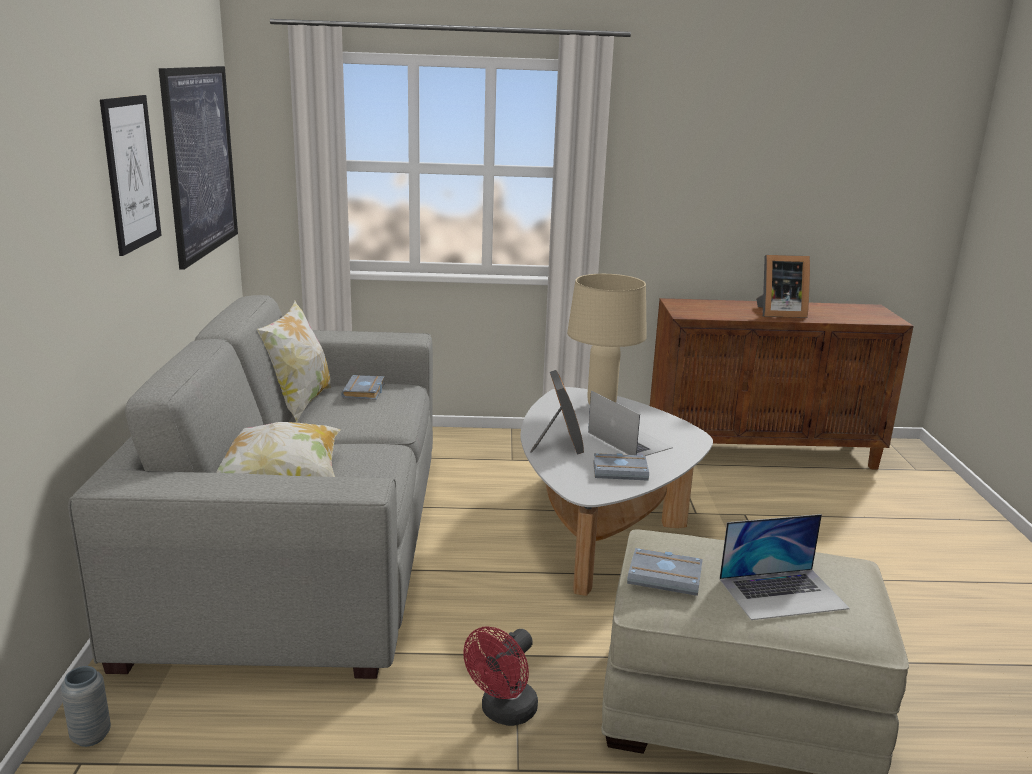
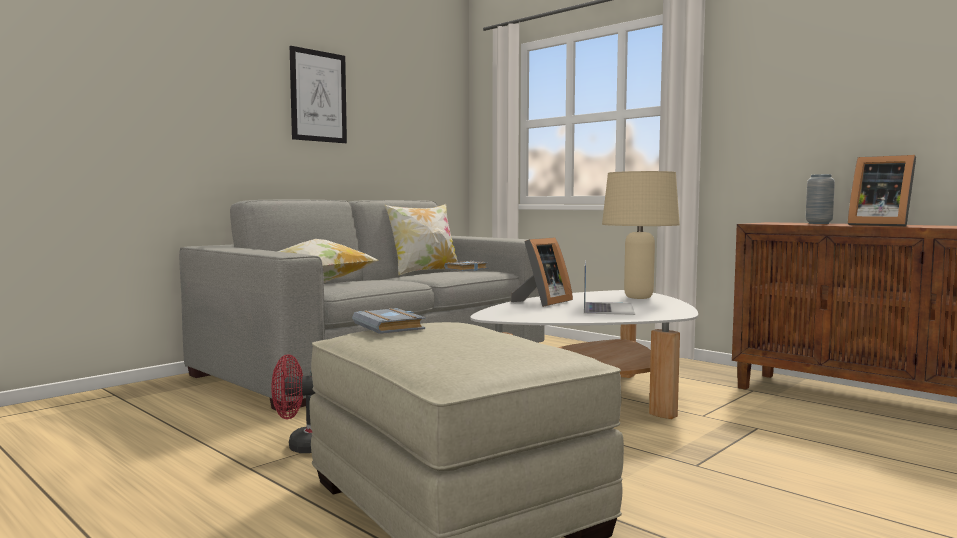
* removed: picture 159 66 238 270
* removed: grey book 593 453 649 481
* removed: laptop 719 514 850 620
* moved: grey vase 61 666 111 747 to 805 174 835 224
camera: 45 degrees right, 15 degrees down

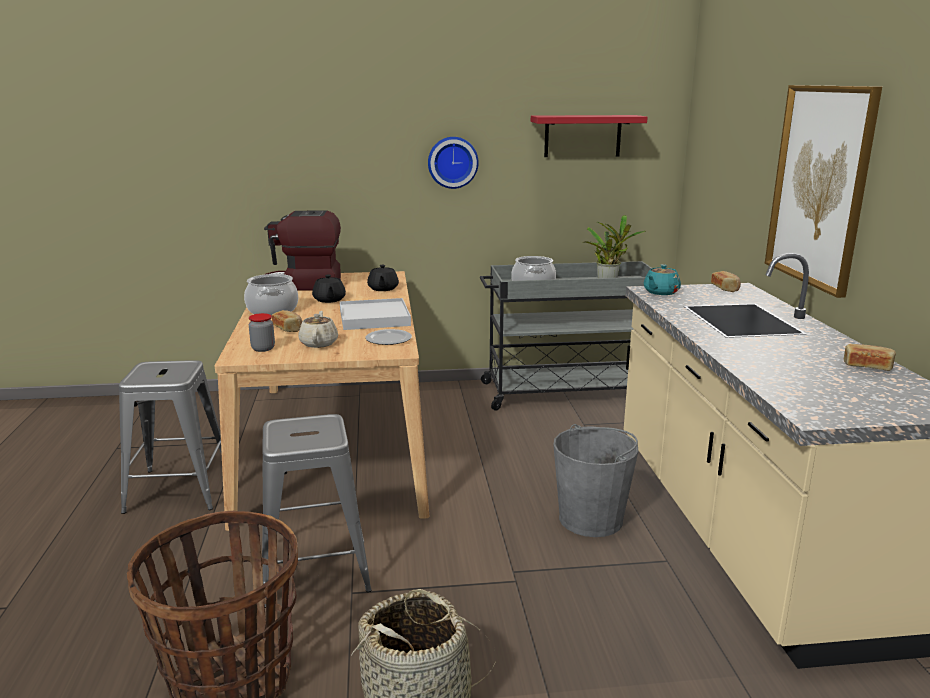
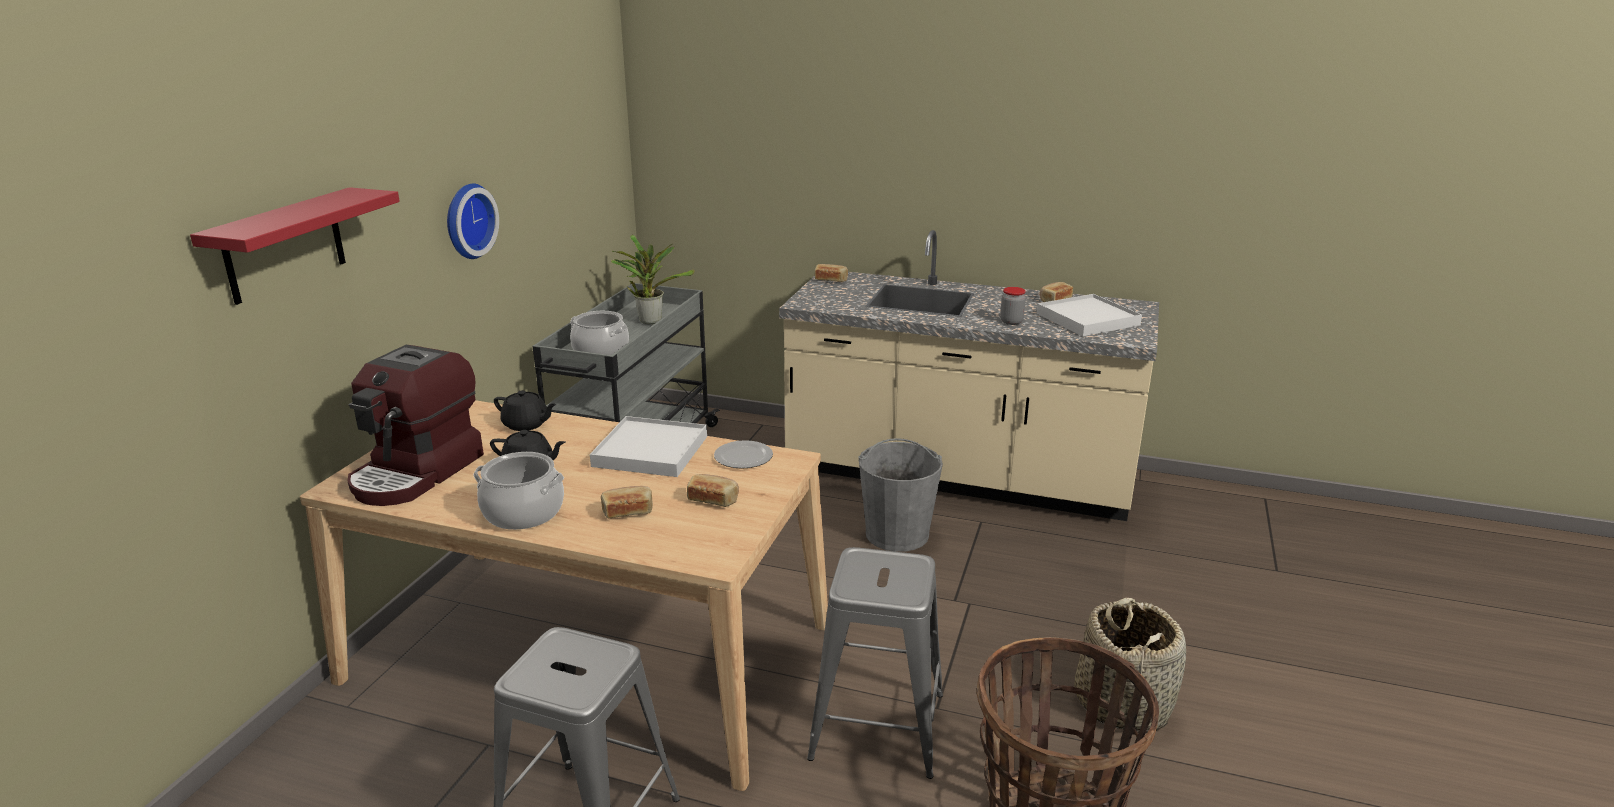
* removed: picture 765 85 882 298
* moved: red shelf 531 115 648 157 to 190 187 400 305
* removed: turquoise teapot 644 264 681 295
* replaced: beige teapot 298 311 338 348 to bread 687 474 739 507
* moved: jar 249 313 275 352 to 1000 287 1026 325
* added: white tray 1037 294 1142 336
camera: 65 degrees left, 5 degrees up

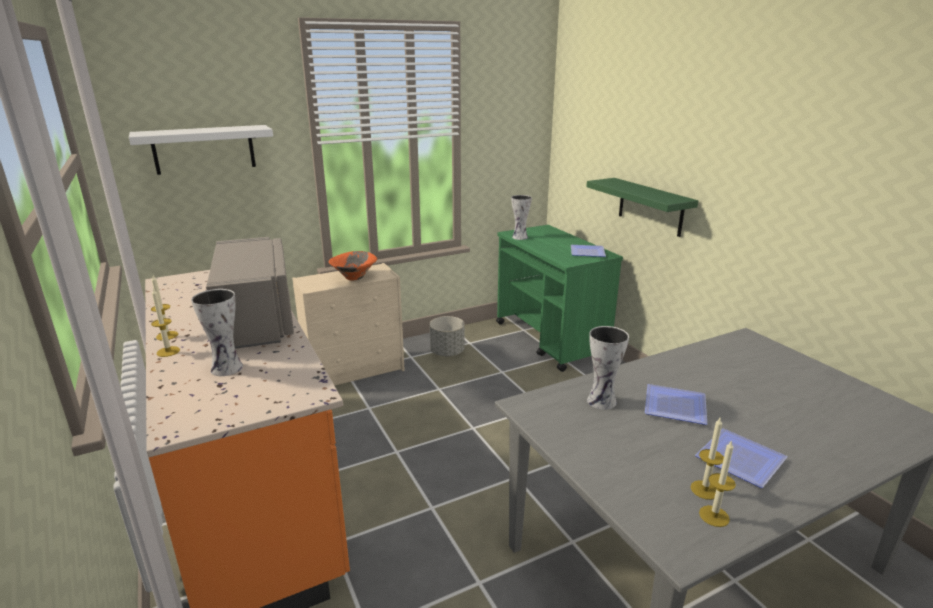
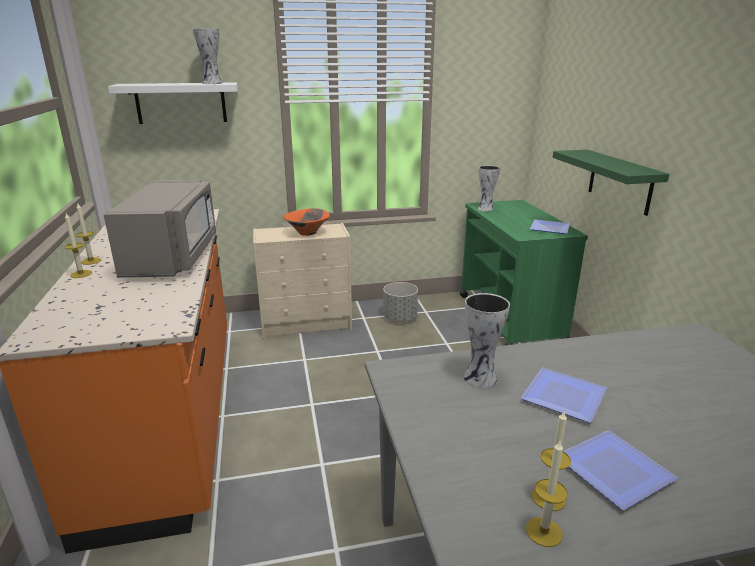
* moved: vase 191 289 243 376 to 193 29 222 84
camera: 15 degrees right, 0 degrees up

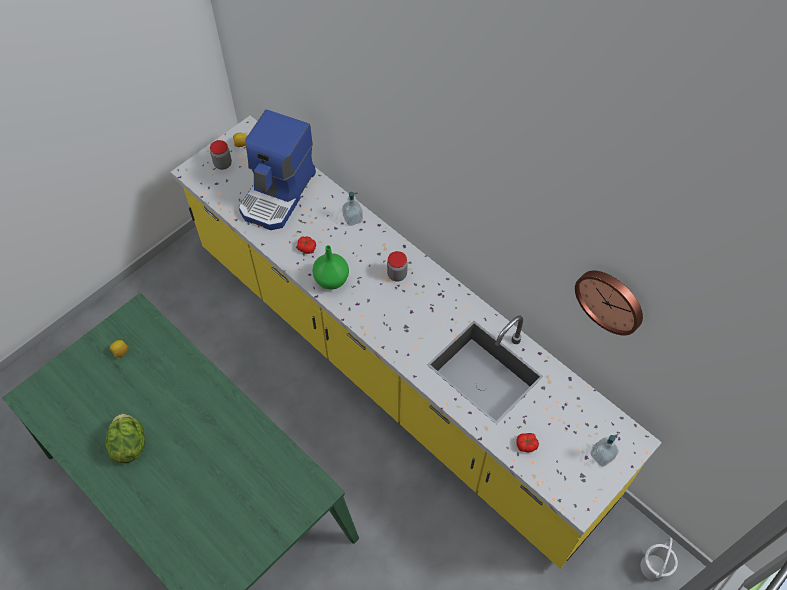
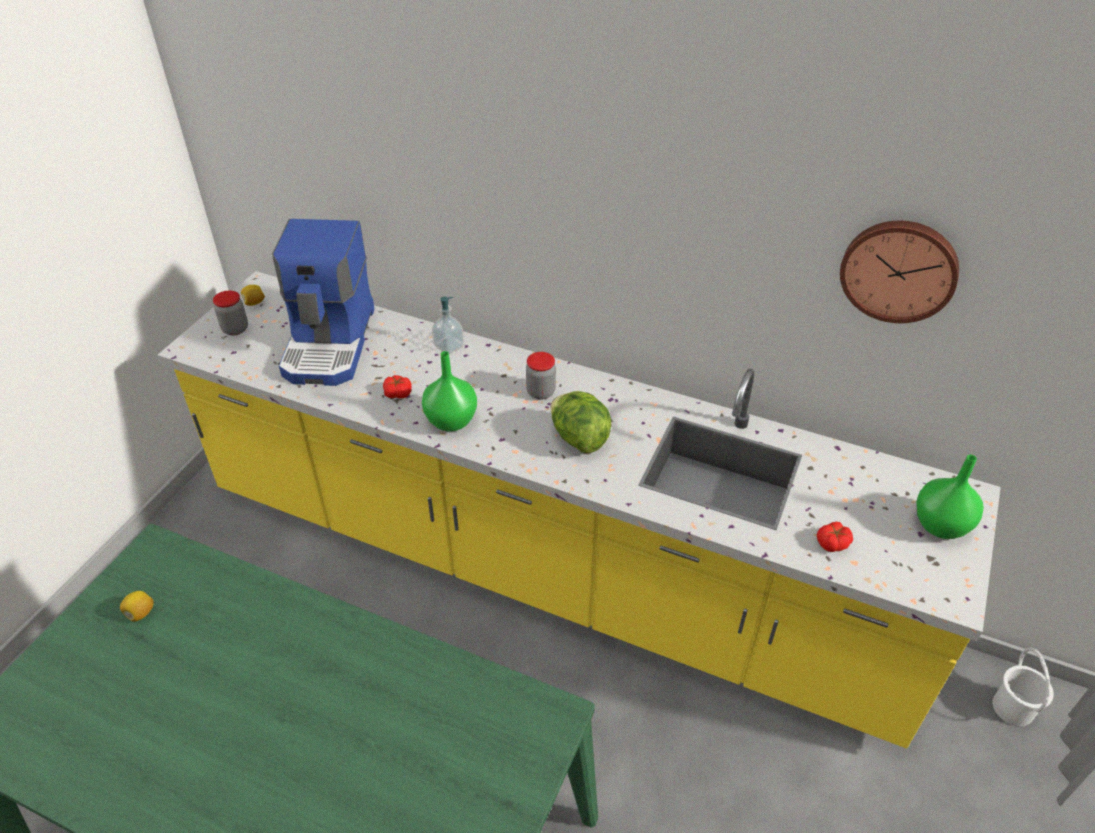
* moved: lettuce 105 414 145 463 to 550 391 612 453
* replaced: soap dispenser 590 434 619 467 to green vase 916 455 984 539
camera: 20 degrees left, 15 degrees down

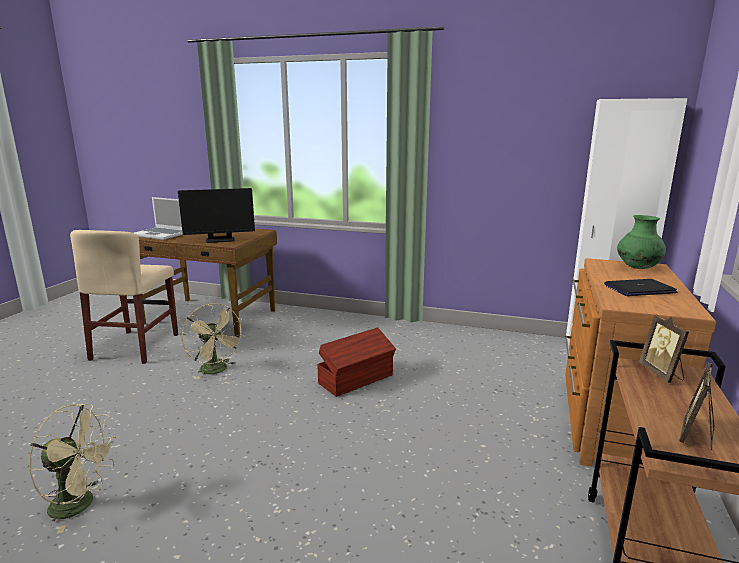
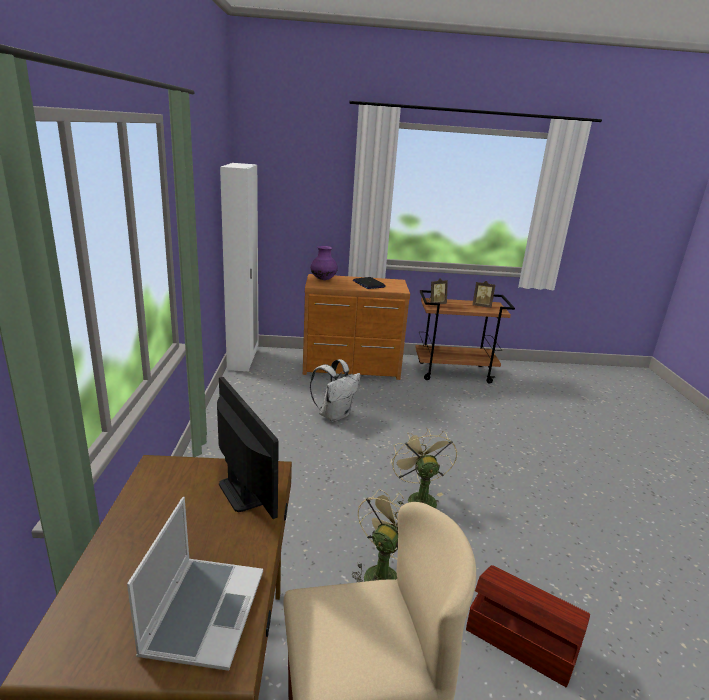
* recoloured: green vase 617 215 666 269 to purple vase 311 246 338 280
* moved: brown storage box 317 327 396 397 to 466 565 590 687
* moved: beige fan 29 404 117 533 to 391 427 457 508
* added: white backpack 310 359 361 422
camera: 110 degrees left, 5 degrees up

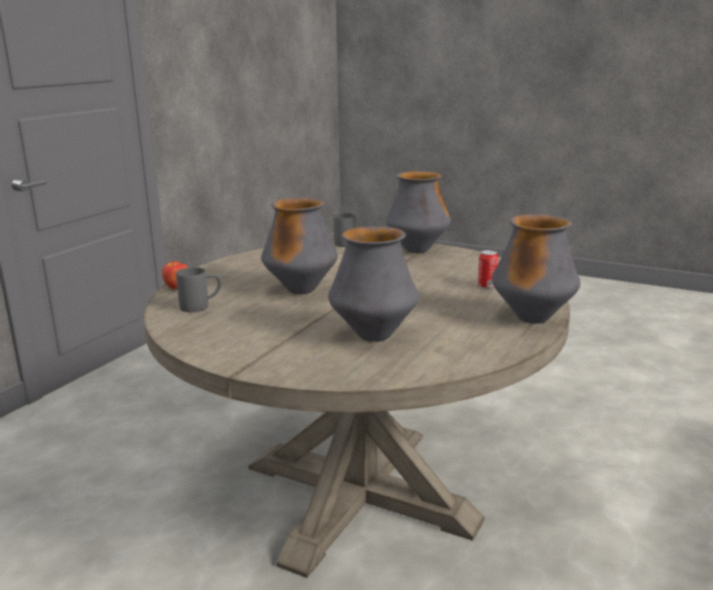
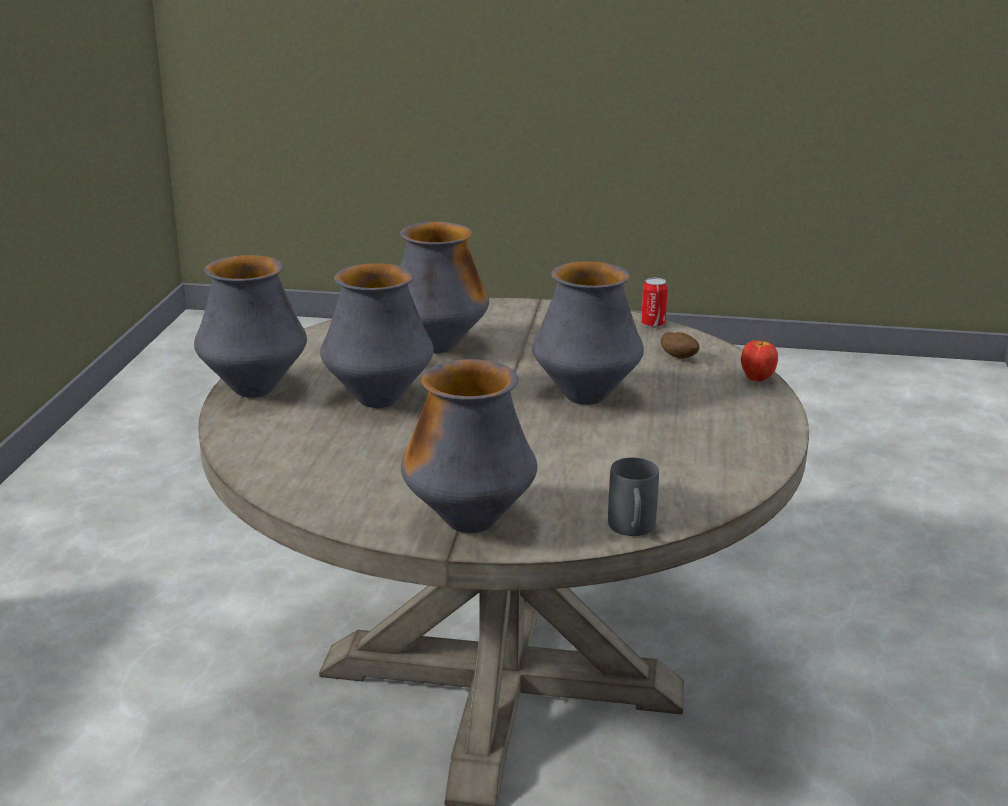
* moved: can 478 250 498 289 to 641 278 668 328
* replaced: grey mug 176 267 221 312 to potato 661 332 700 359
* added: vase 320 263 434 408
camera: 160 degrees right, 5 degrees up

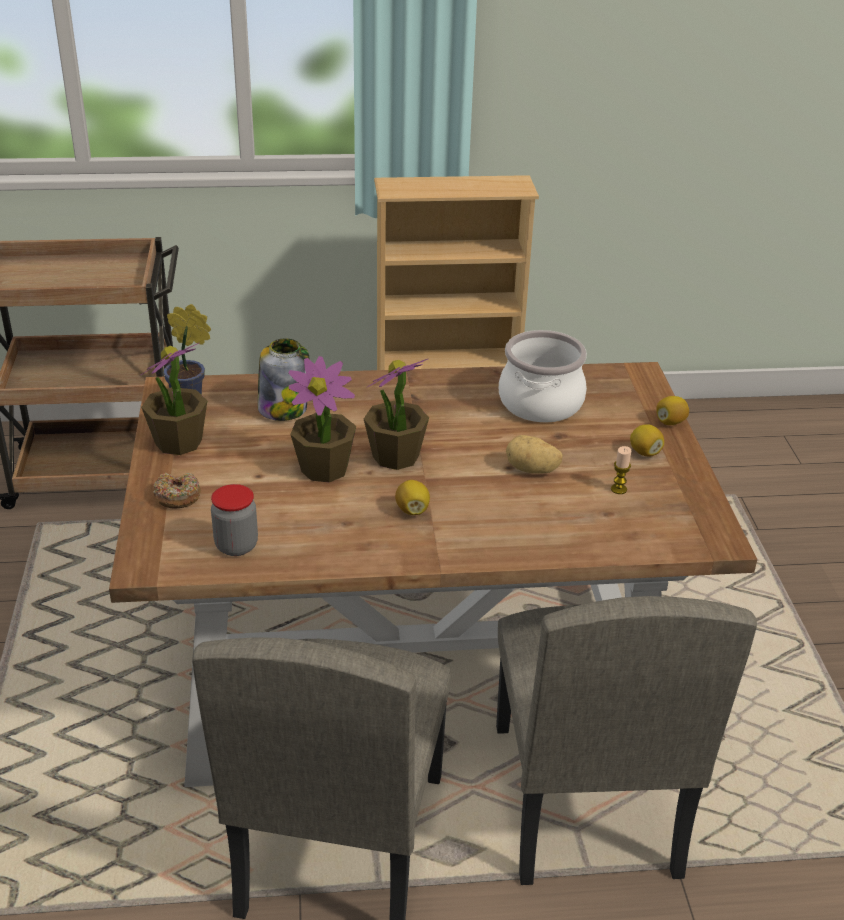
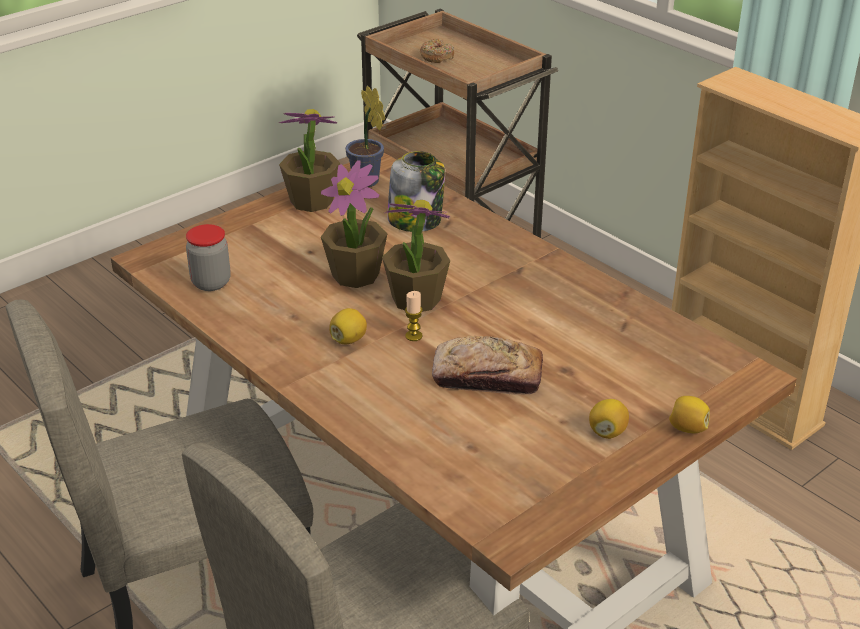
* removed: cooking pot 499 330 587 422
* replaced: potato 506 435 563 474 to bread 432 336 543 395
* moved: candle 611 446 631 494 to 405 291 423 341
* moved: donut 153 472 201 509 to 420 39 454 63
camera: 55 degrees right, 0 degrees up

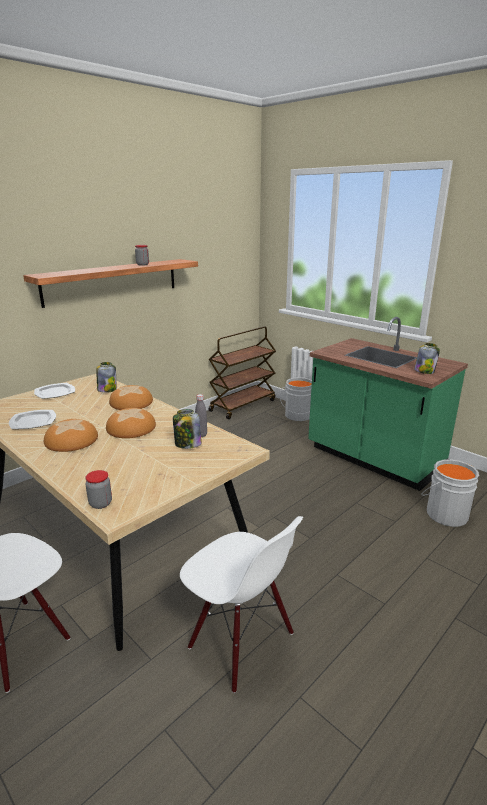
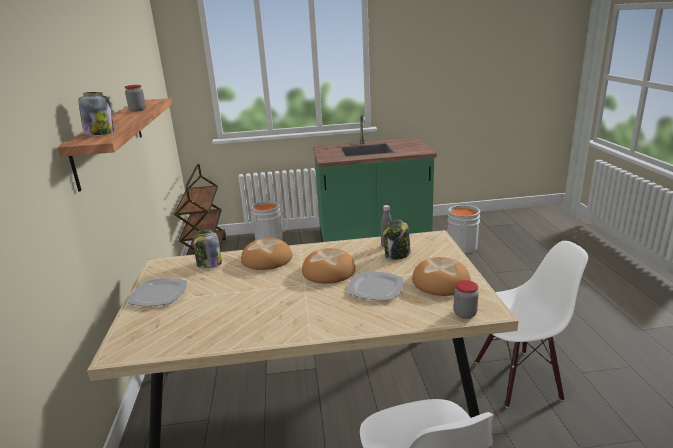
* moved: jar 414 343 440 374 to 78 92 114 135
* moved: plate 9 410 56 429 to 348 272 404 300
* moved: bread 44 419 98 452 to 412 257 471 296
camera: 50 degrees left, 0 degrees up

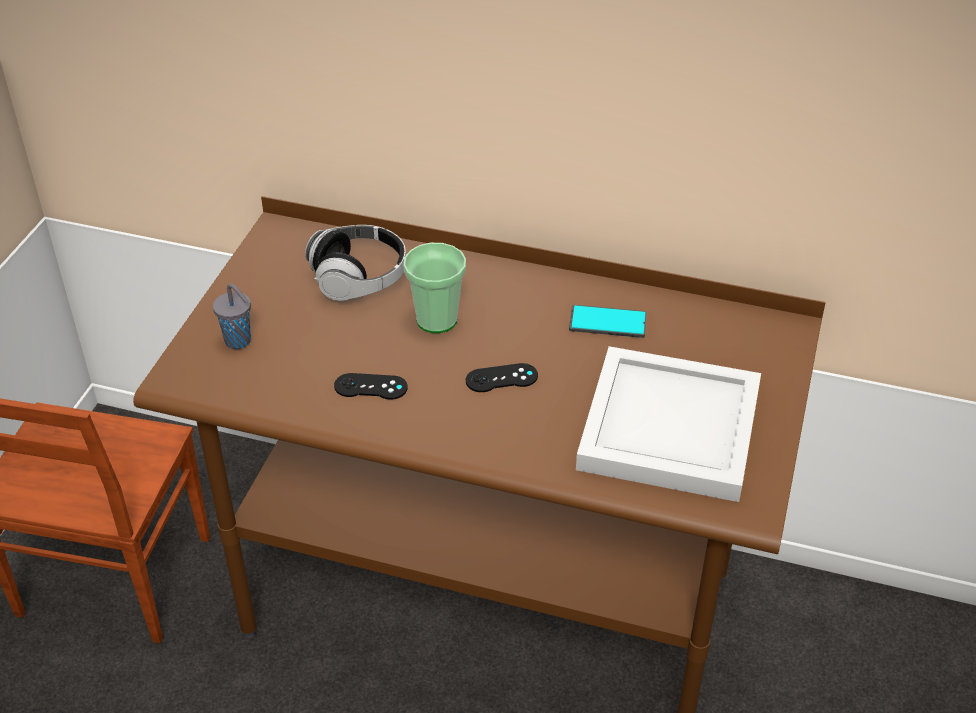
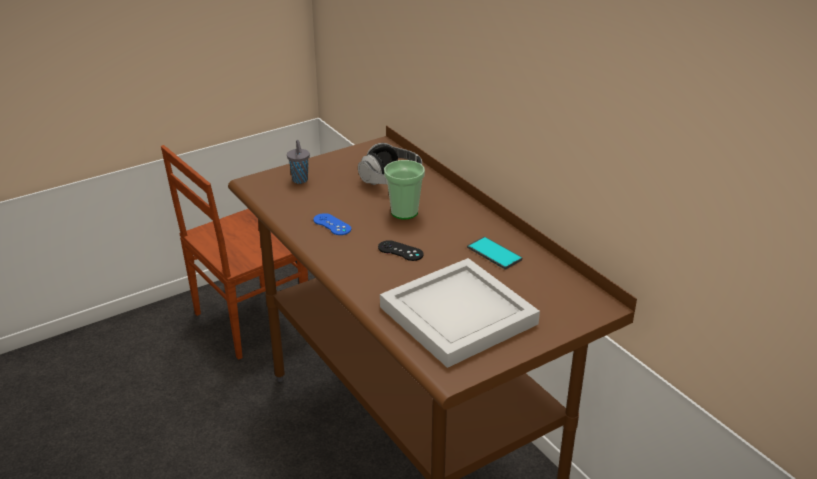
* recoloured: black game controller 334 373 408 400 to blue game controller 314 213 351 235
camera: 40 degrees right, 10 degrees down

